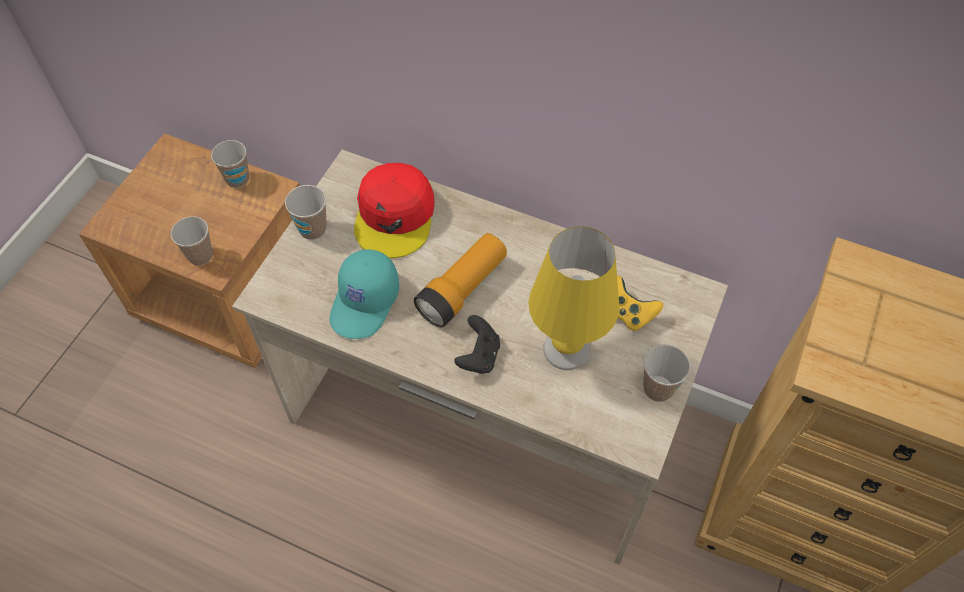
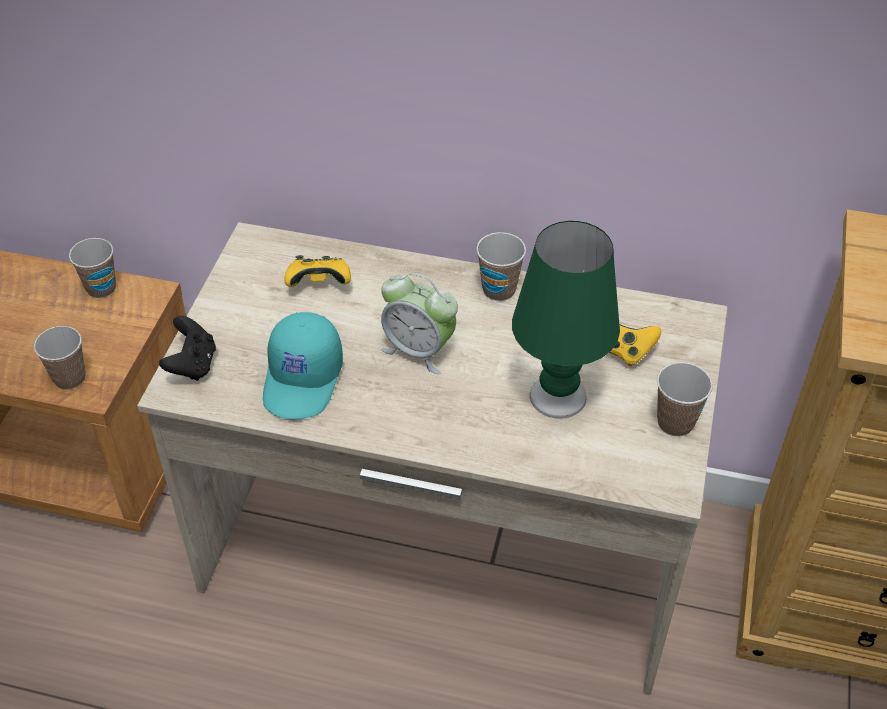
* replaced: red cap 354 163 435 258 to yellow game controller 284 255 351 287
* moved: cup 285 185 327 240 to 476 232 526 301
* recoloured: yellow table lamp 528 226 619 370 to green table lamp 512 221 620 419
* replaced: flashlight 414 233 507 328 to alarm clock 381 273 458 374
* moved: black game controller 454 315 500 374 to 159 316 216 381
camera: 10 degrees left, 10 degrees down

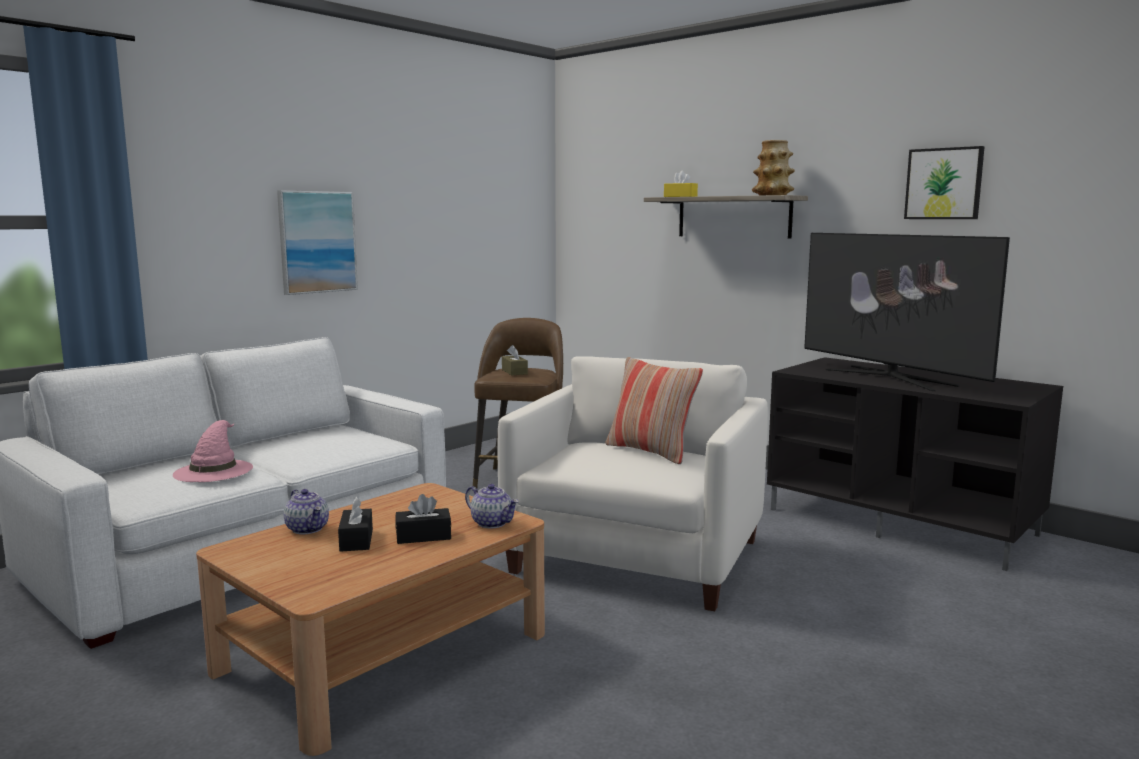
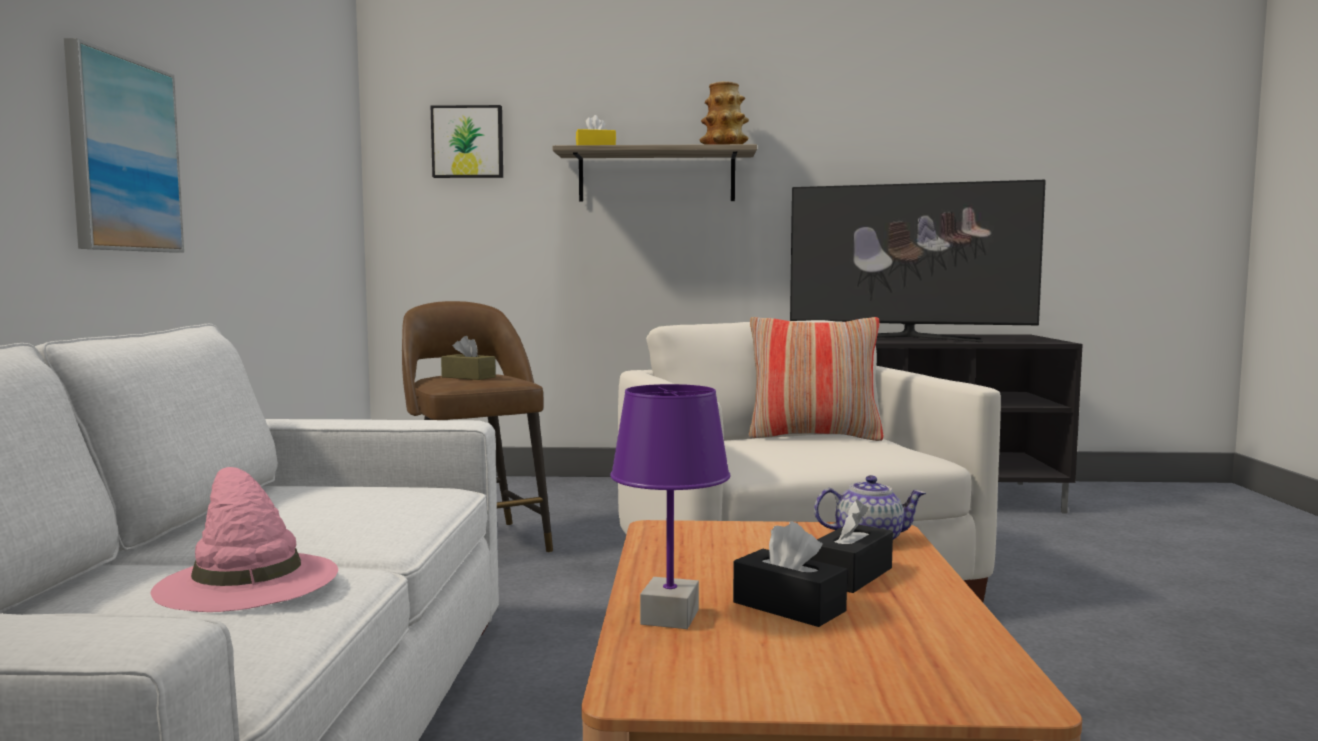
* moved: picture 904 146 985 219 to 431 105 503 178
* replaced: teapot 284 489 329 534 to purple table lamp 610 384 730 629
camera: 40 degrees left, 5 degrees down

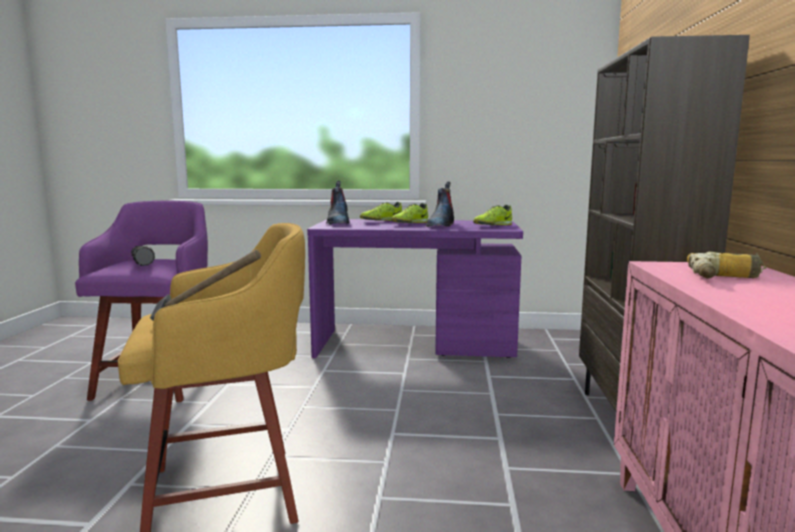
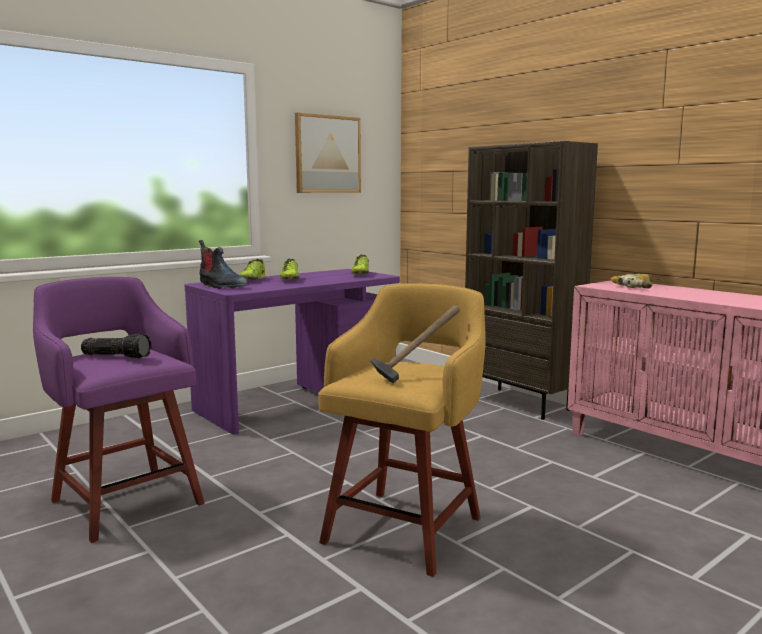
* removed: boot 426 182 454 227
* added: picture 295 112 361 193
camera: 45 degrees left, 0 degrees up

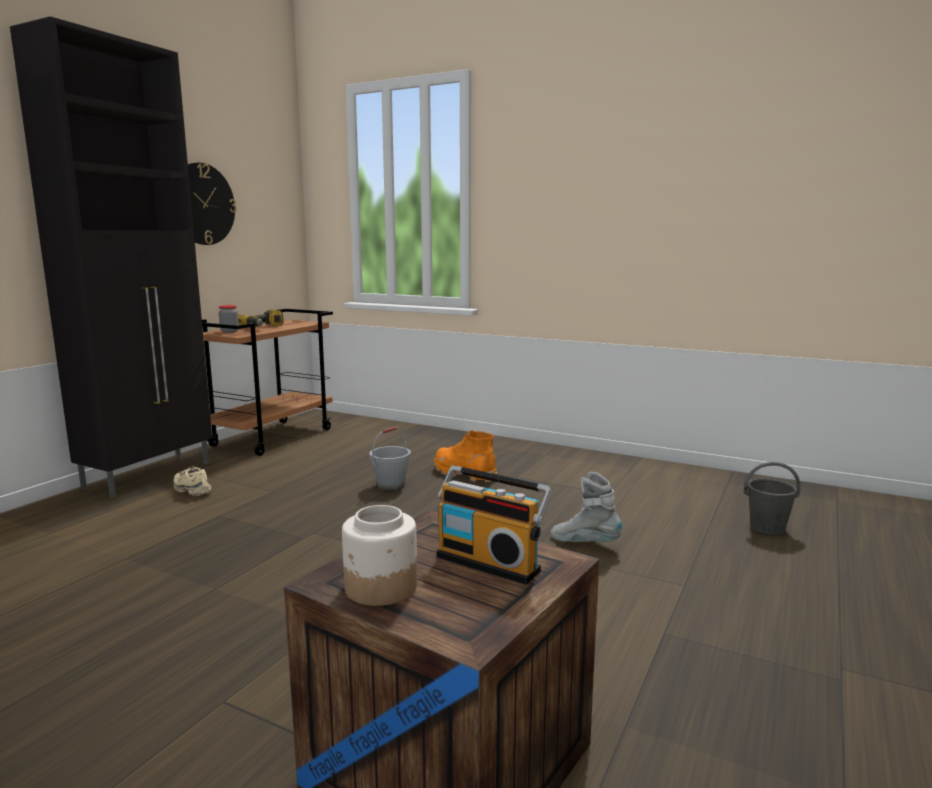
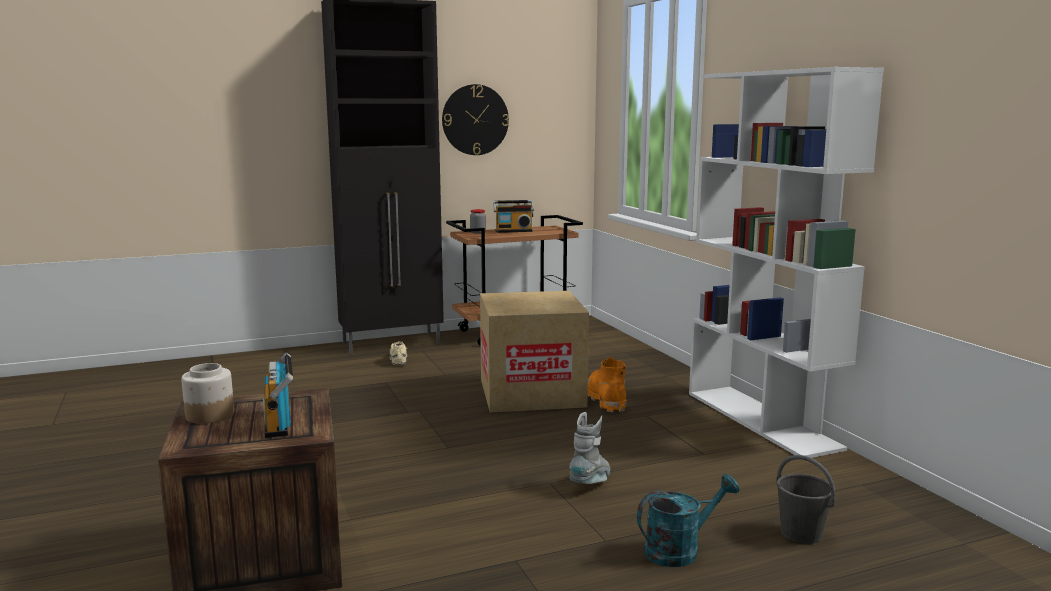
* replaced: power drill 238 310 284 326 to radio 493 200 534 233
* replaced: grey bucket 369 427 411 490 to cardboard box 480 291 589 412
* turned: grey boot 551 472 622 543 = 569 412 610 484 45 degrees clockwise
* added: white bookcase 689 67 884 458
* added: turquoise watering can 637 474 740 567
camera: 40 degrees right, 0 degrees up

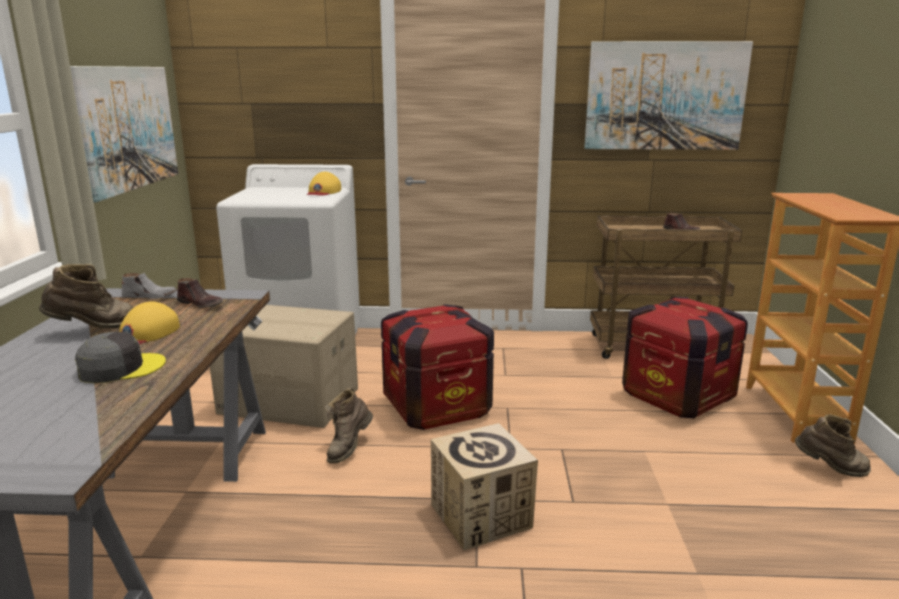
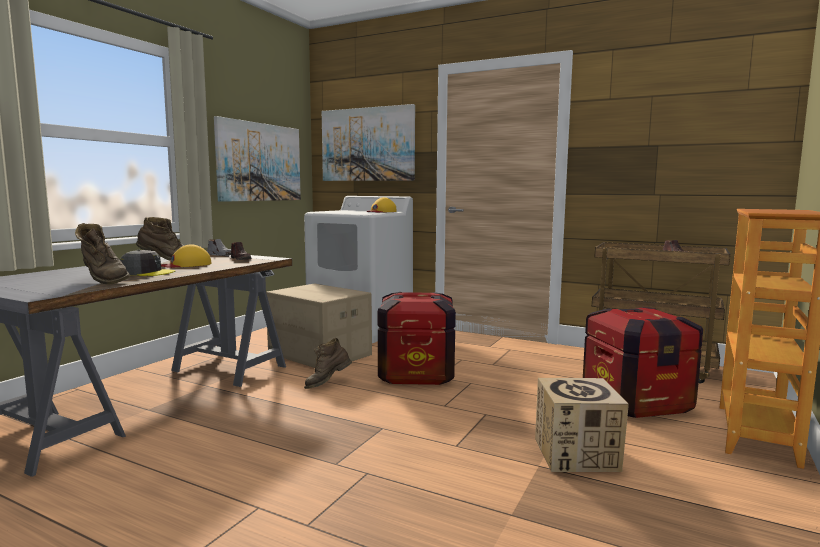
* moved: picture 584 41 753 150 to 322 104 415 181
* moved: brown boot 795 414 871 477 to 75 223 130 285
* moved: cardboard box 431 423 538 550 to 535 378 629 472
camera: 25 degrees right, 10 degrees down

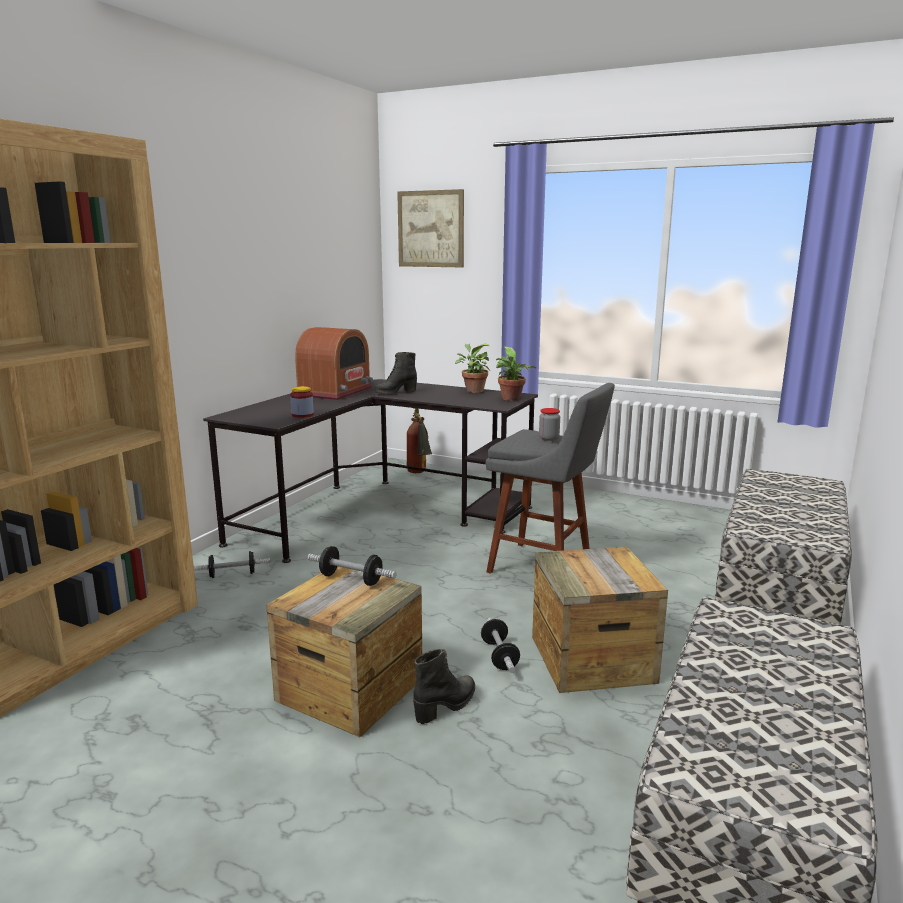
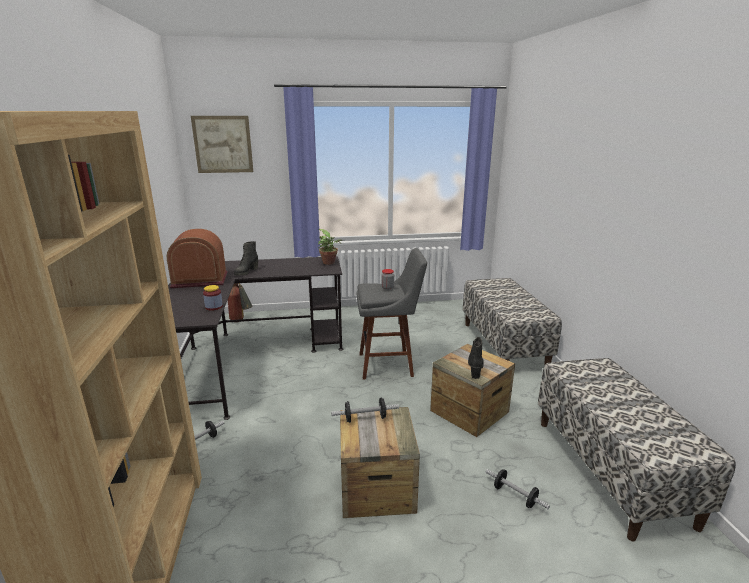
* turned: radio 295 327 373 400 = 167 229 228 288 90 degrees counterclockwise
* removed: potted plant 455 344 489 393
* moved: dumbbell 481 618 520 673 to 485 469 550 509
* moved: black boot 413 649 475 724 to 468 337 484 379
camera: 35 degrees left, 5 degrees up

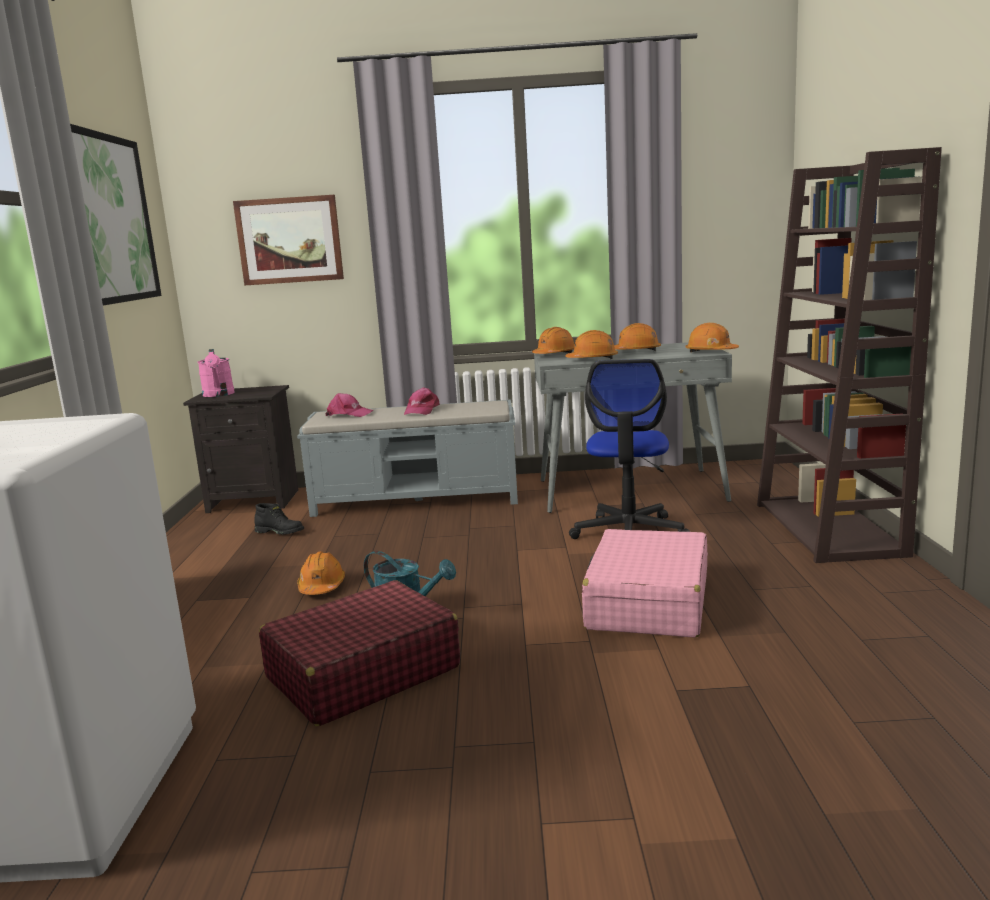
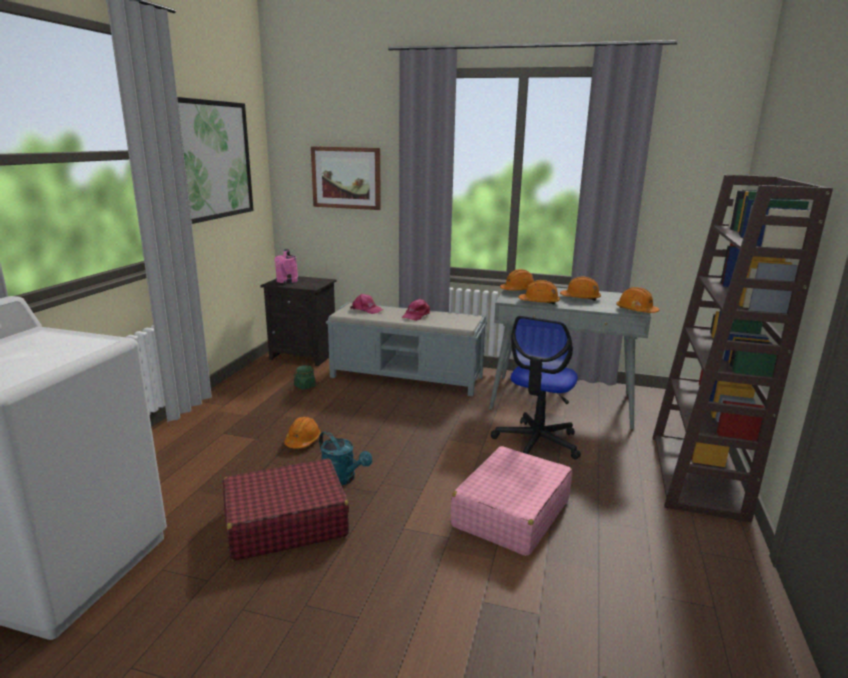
* replaced: black boot 254 503 304 535 to green jar 294 365 316 390
camera: 15 degrees right, 5 degrees up

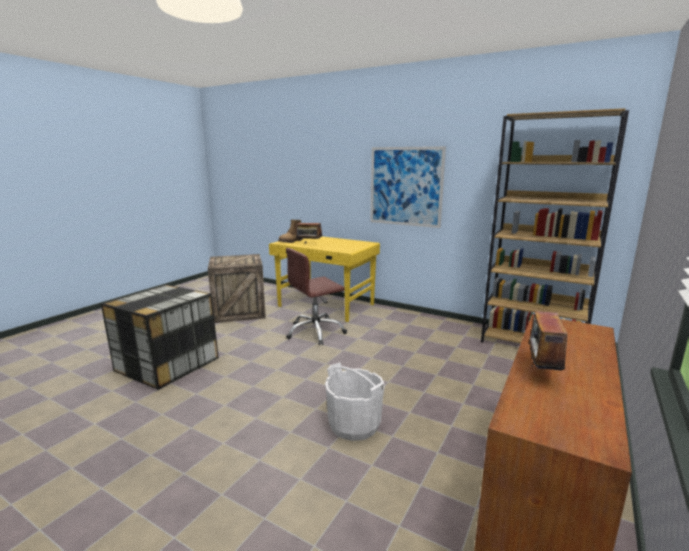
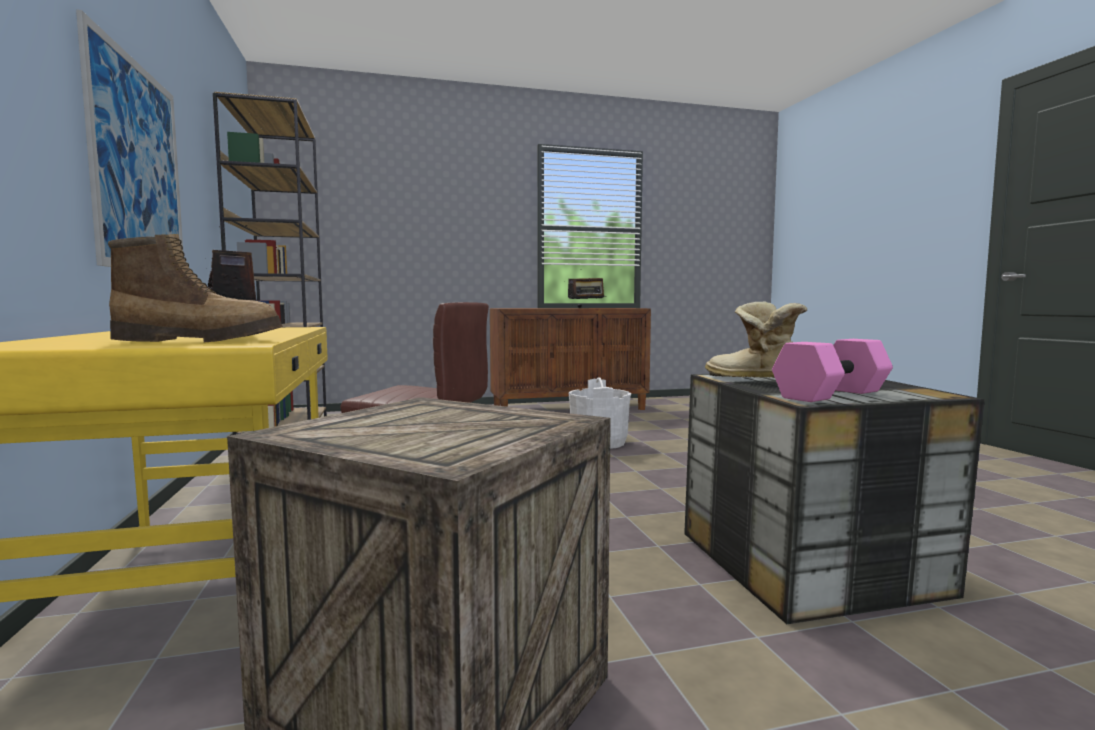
* added: boot 705 302 807 378
* added: pink dumbbell 772 339 893 402
camera: 135 degrees left, 10 degrees down

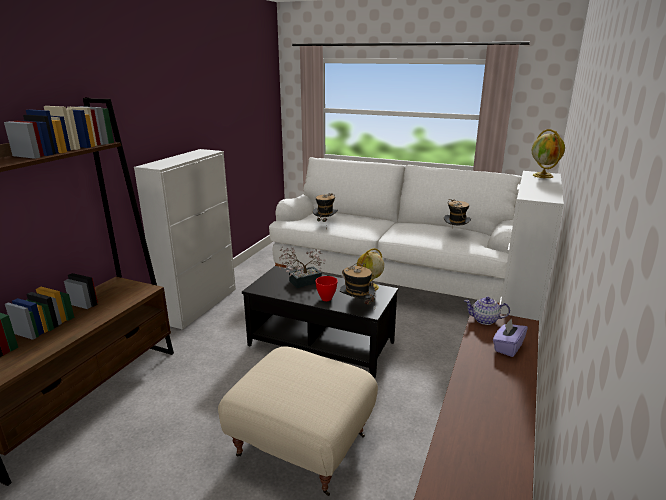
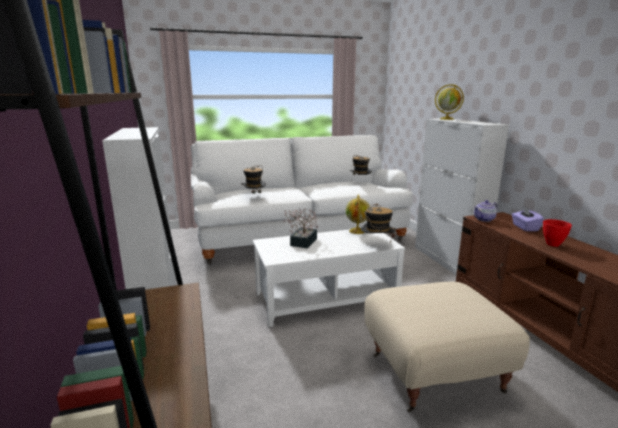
* recoloured: black coffee table 242 266 398 378 to white coffee table 253 229 405 327
* moved: red bowl 315 276 338 301 to 543 219 572 247
camera: 40 degrees left, 5 degrees down

